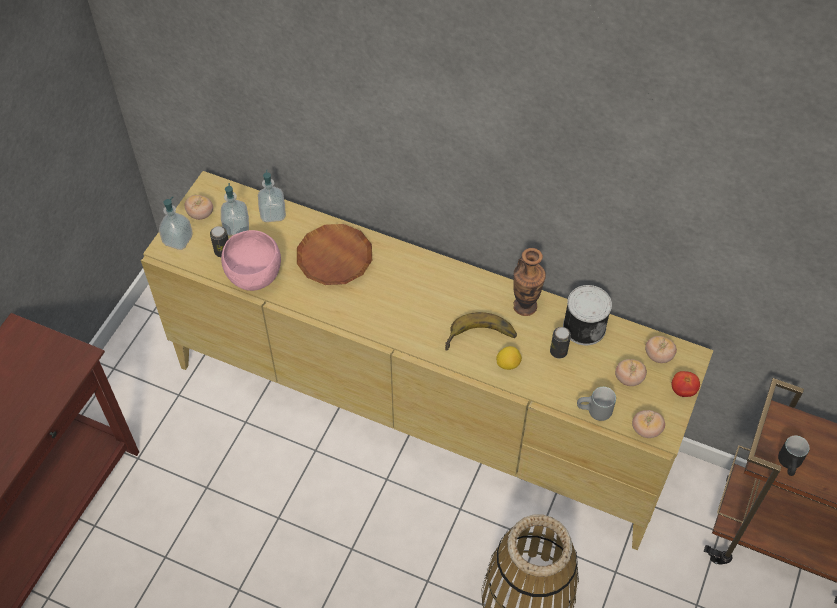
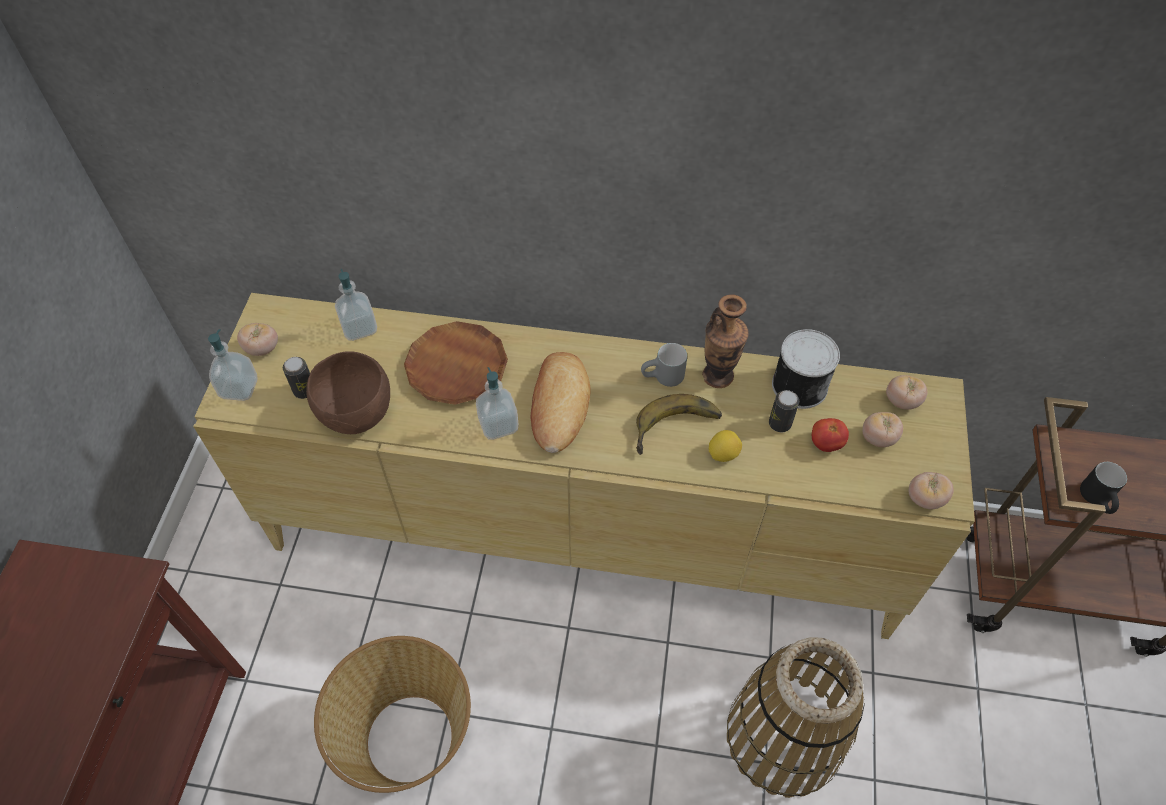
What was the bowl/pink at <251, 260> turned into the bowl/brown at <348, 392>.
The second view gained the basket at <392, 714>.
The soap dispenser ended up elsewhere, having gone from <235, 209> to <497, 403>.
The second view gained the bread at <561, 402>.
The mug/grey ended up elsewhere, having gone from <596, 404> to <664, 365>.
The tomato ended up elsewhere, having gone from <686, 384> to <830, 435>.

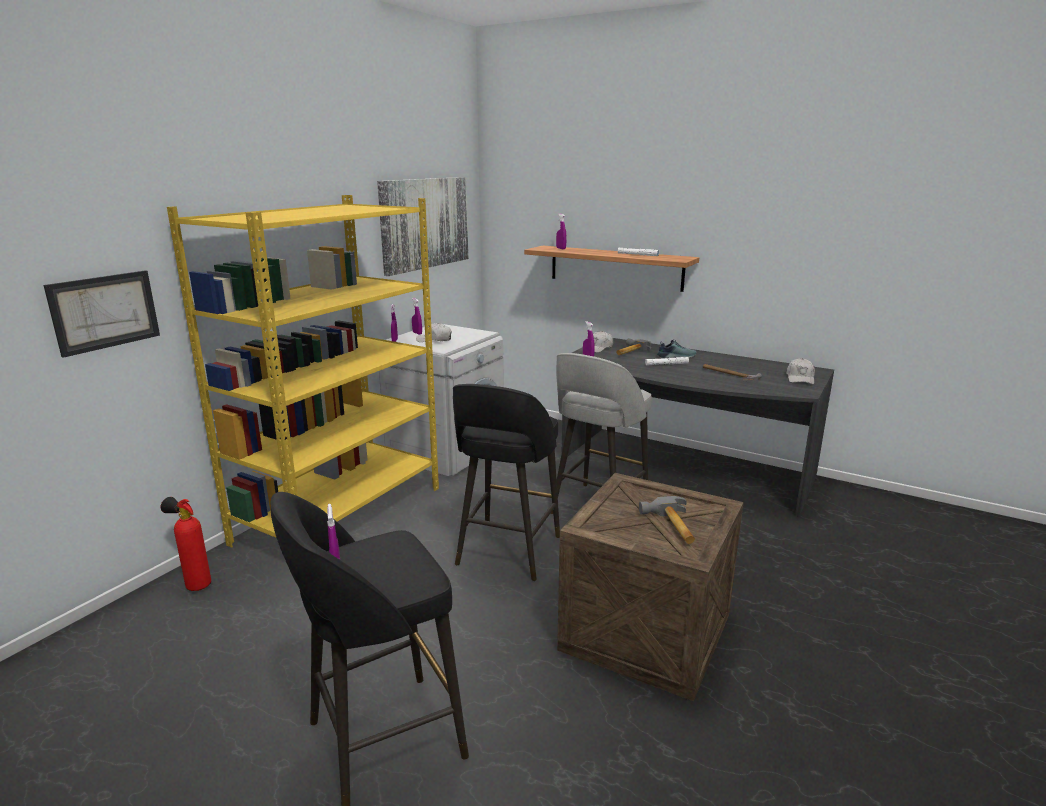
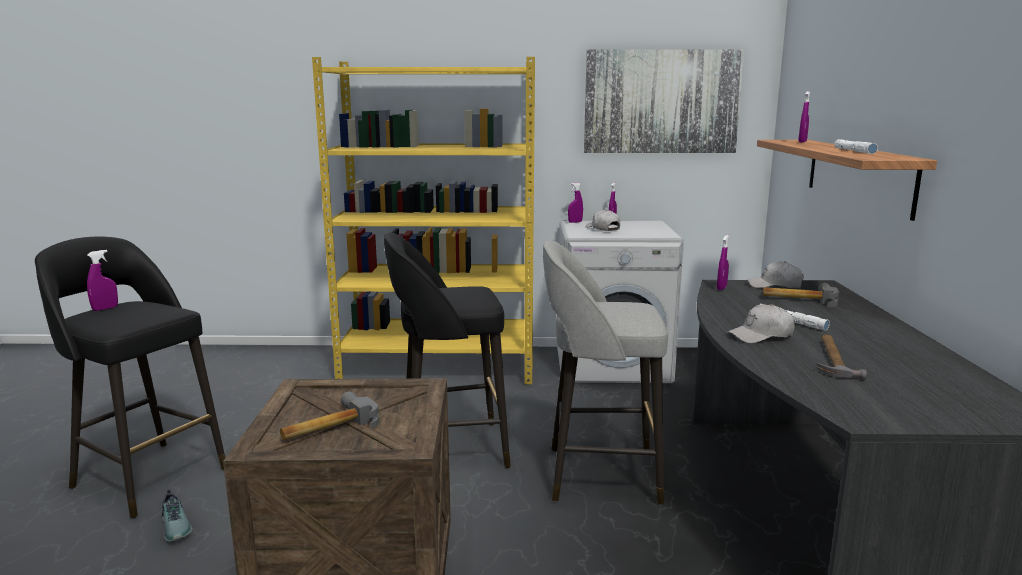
The shoe ended up elsewhere, having gone from <676, 348> to <177, 515>.
The cap/white ended up elsewhere, having gone from <800, 371> to <761, 323>.
The second view lost the picture at <102, 314>.
The second view lost the fire extinguisher at <186, 544>.

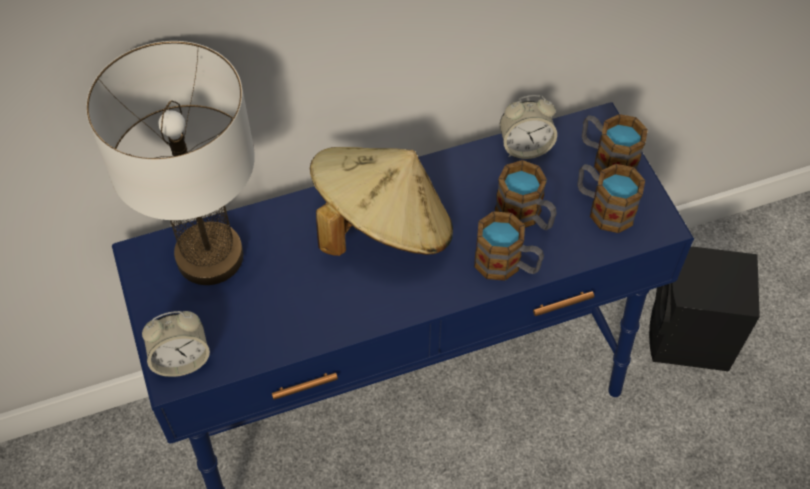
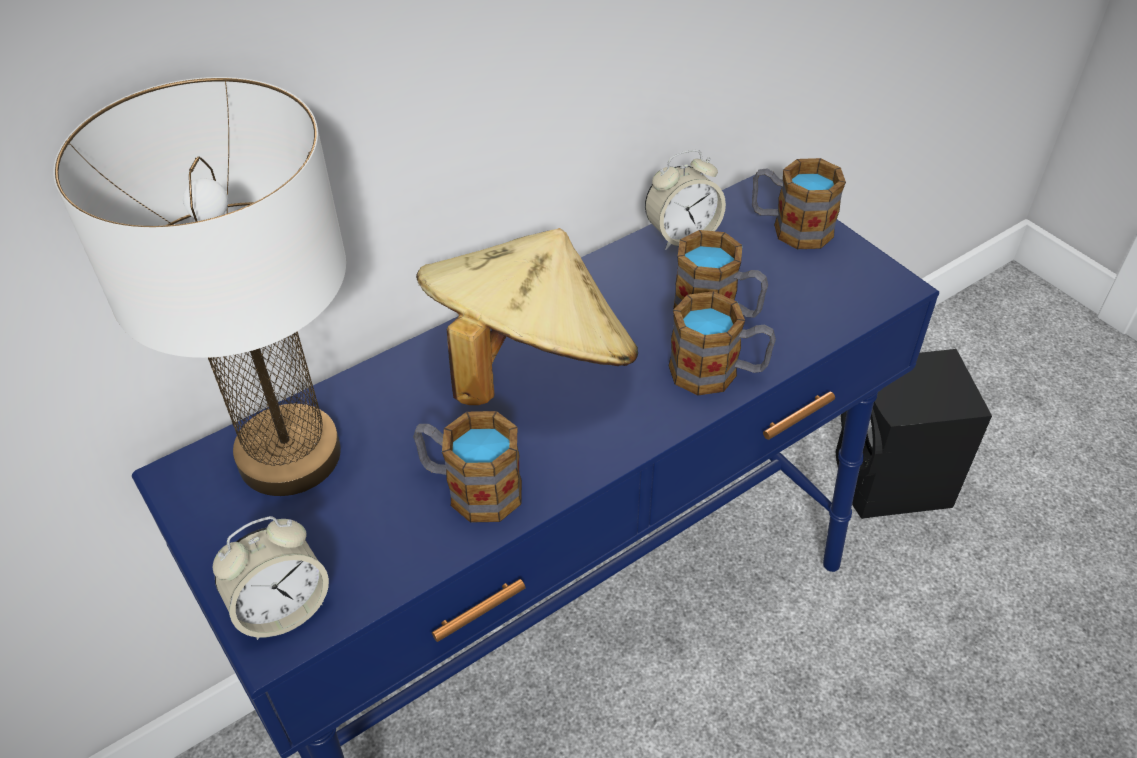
The mug ended up elsewhere, having gone from <611, 198> to <467, 467>.

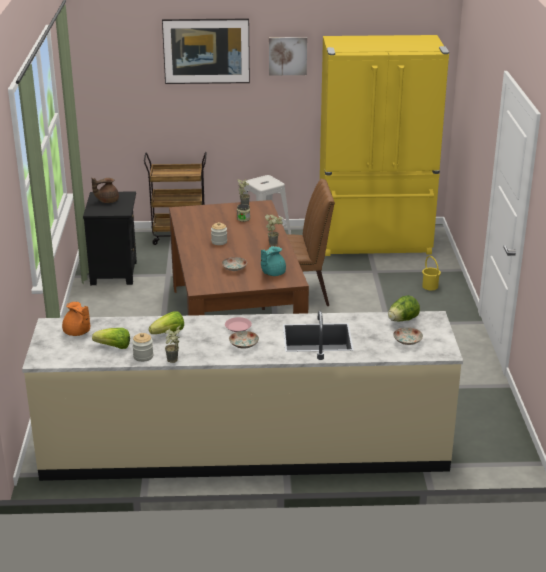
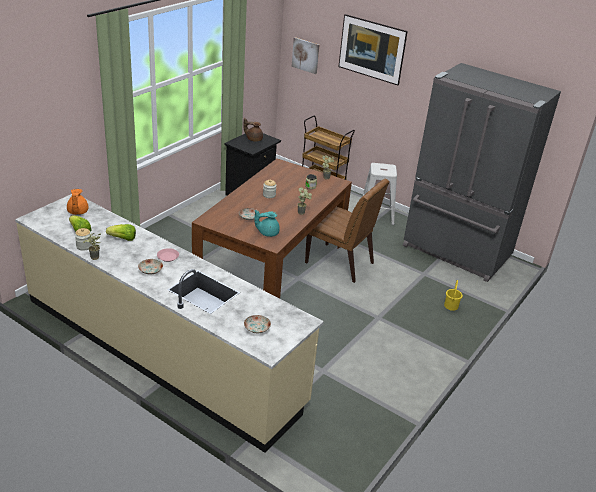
The picture ended up elsewhere, having gone from <288, 56> to <305, 55>.
What was the fridge/yellow at <384, 145> turned into the fridge/grey at <482, 172>.
The second view lost the lettuce at <404, 308>.

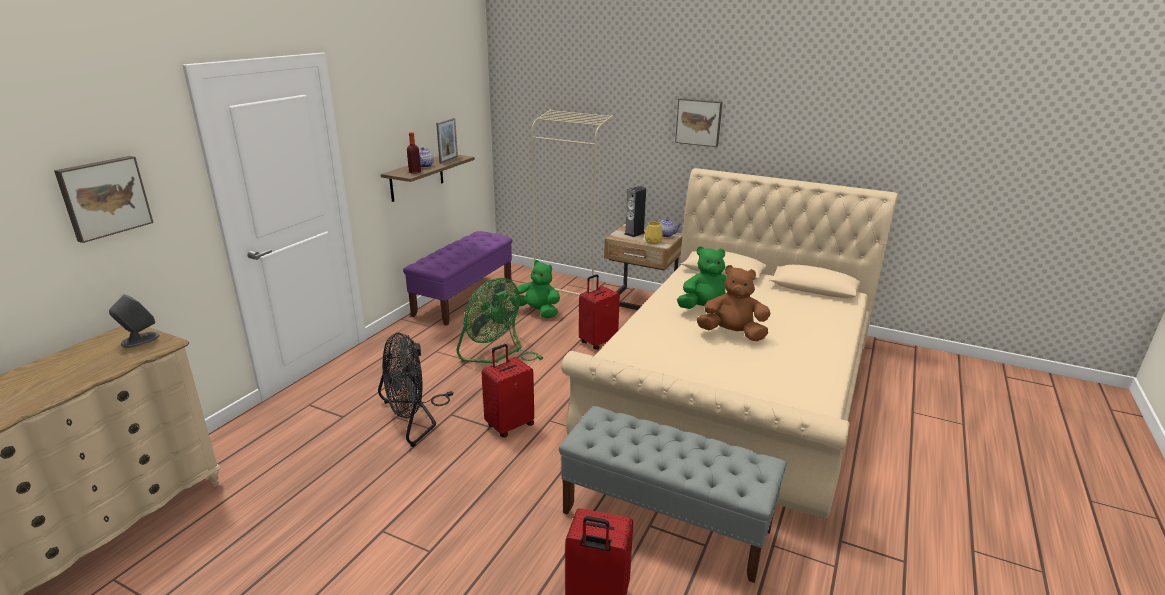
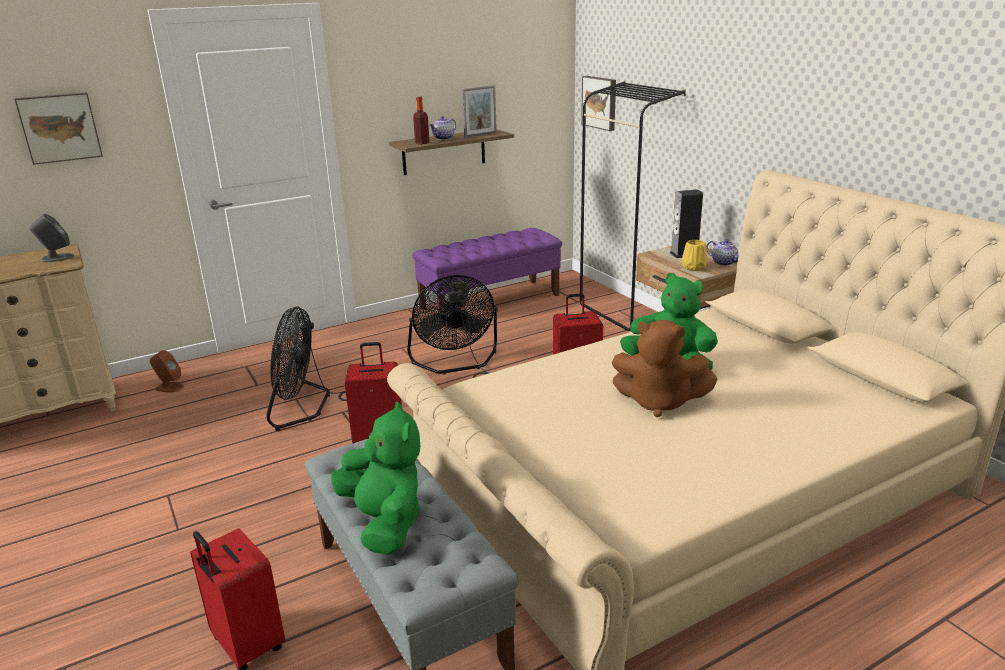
The second view gained the speaker/brown at <167, 371>.
The plush toy/green ended up elsewhere, having gone from <535, 289> to <375, 477>.
What was the fan/green at <499, 320> turned into the fan/black at <452, 326>.
What was the clothes rack/beige at <572, 202> turned into the clothes rack/black at <633, 206>.
The picture ended up elsewhere, having gone from <699, 122> to <598, 103>.
The plush toy/brown at <733, 303> ended up facing another way, 150 degrees clockwise from before.

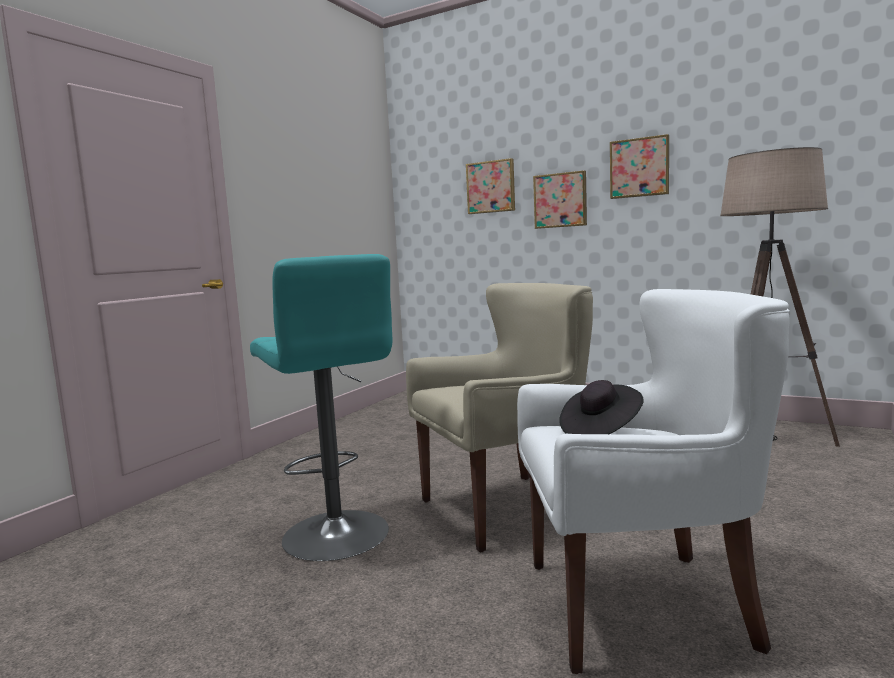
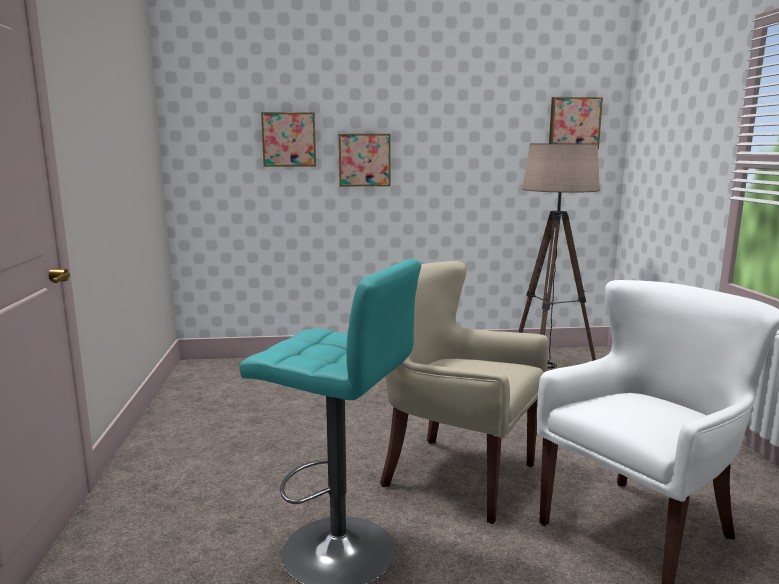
The armchair/beige at <499, 417> ended up facing another way, 90 degrees counterclockwise from before.
The picture ended up elsewhere, having gone from <639, 166> to <576, 123>.
The second view lost the hat/black at <601, 407>.

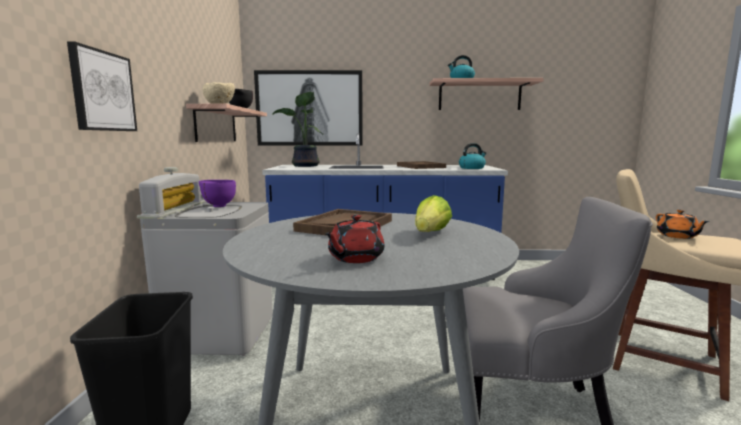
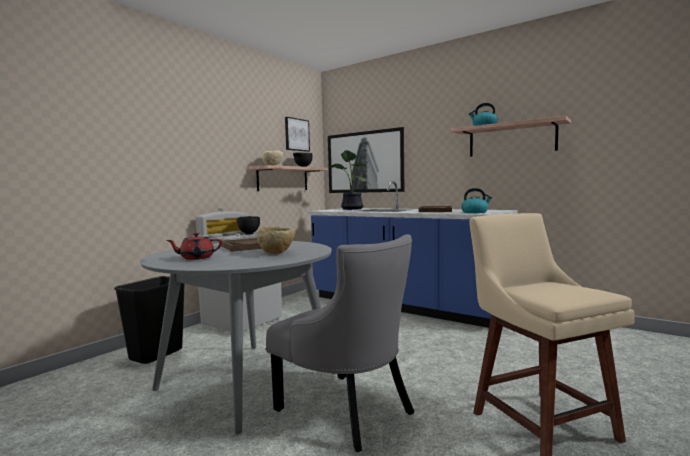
What was the bowl/purple at <217, 193> turned into the bowl/black at <248, 225>.
Where the lettuce stood at <433, 213>, the bowl/beige came to stand at <276, 240>.
The picture ended up elsewhere, having gone from <102, 86> to <297, 134>.
The second view lost the teapot/orange at <683, 224>.

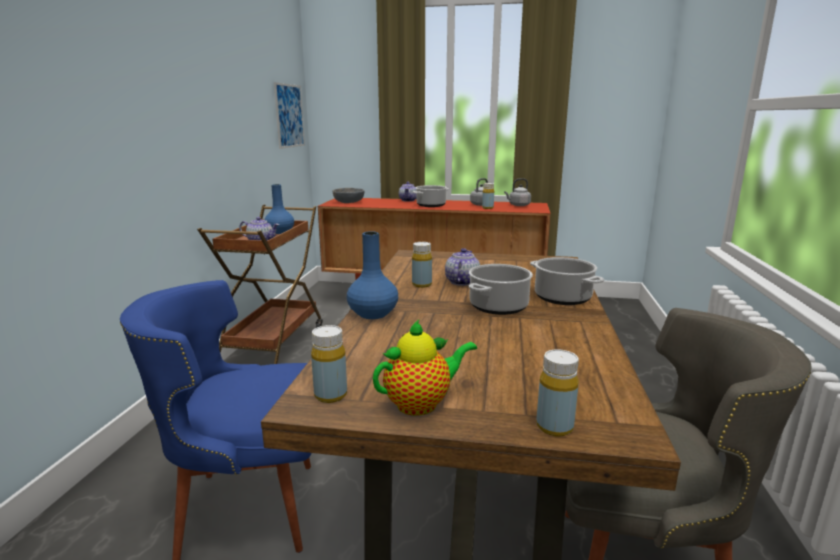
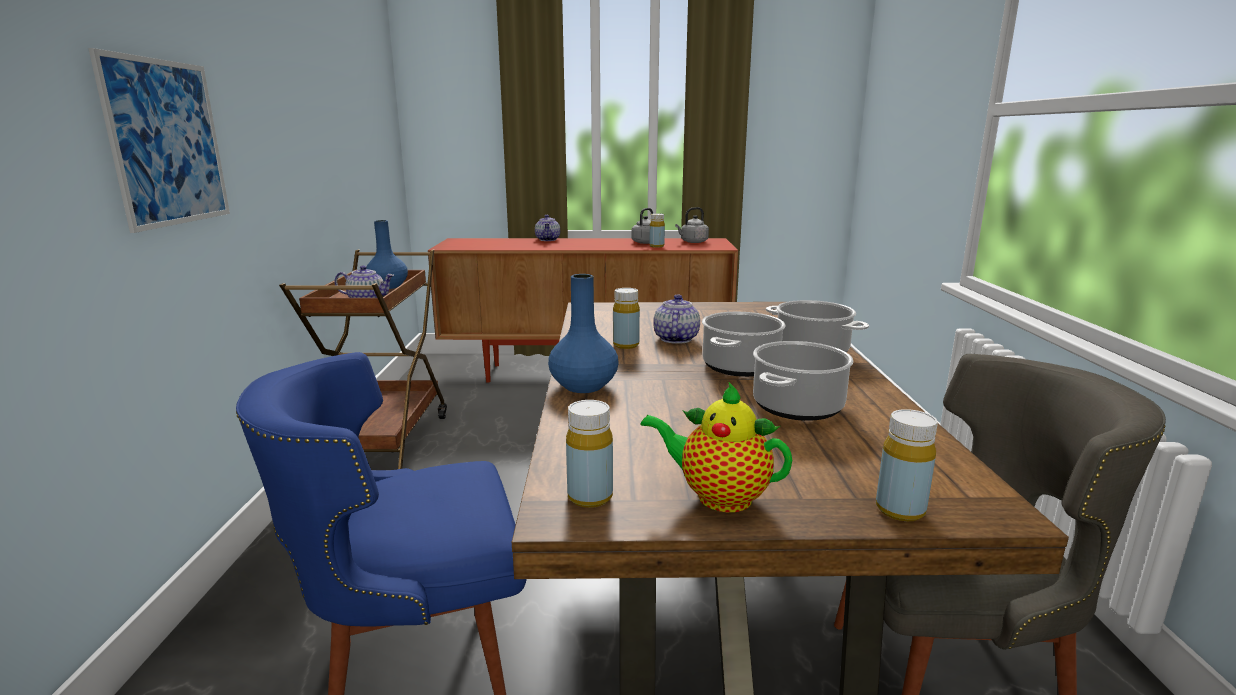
The picture ended up elsewhere, having gone from <289, 115> to <159, 140>.
The teapot at <425, 368> ended up facing another way, 120 degrees counterclockwise from before.
The cooking pot ended up elsewhere, having gone from <431, 196> to <803, 381>.
The second view lost the bowl/grey at <348, 195>.

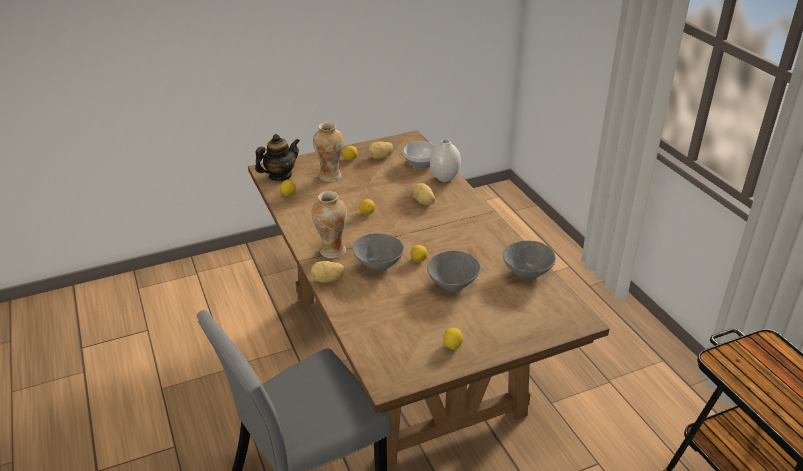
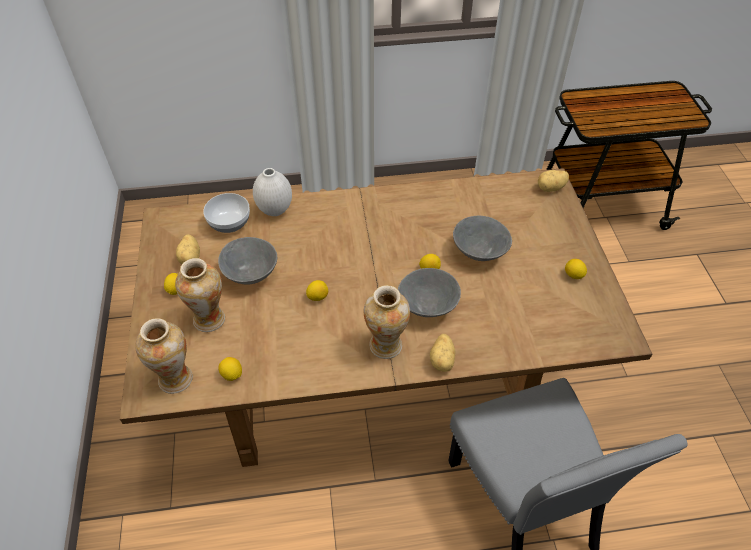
Where the teapot stood at <277, 157>, the vase came to stand at <164, 356>.
The bowl/grey ended up elsewhere, having gone from <529, 260> to <247, 261>.
The potato ended up elsewhere, having gone from <423, 194> to <553, 181>.

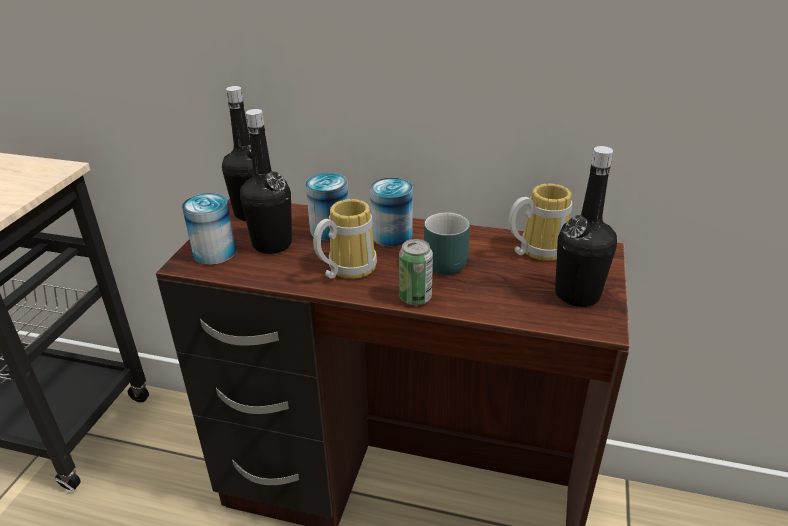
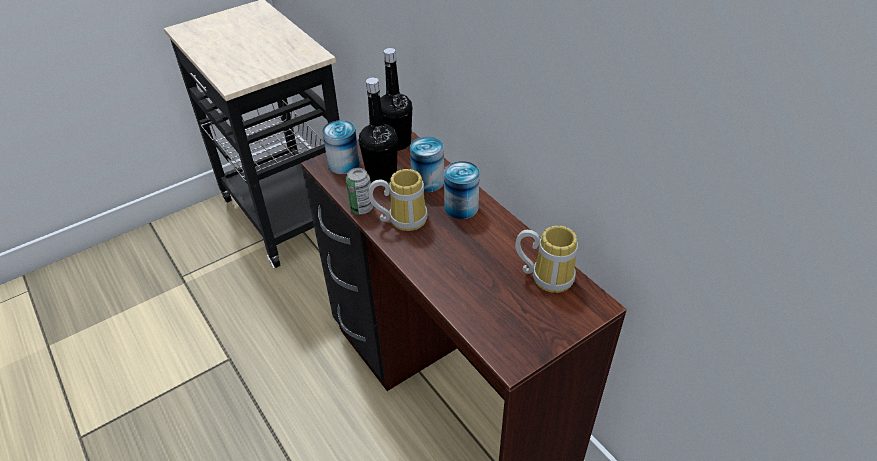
The can ended up elsewhere, having gone from <416, 272> to <359, 191>.
The second view lost the mug/turquoise at <447, 243>.
The second view lost the bottle/black at <586, 226>.

